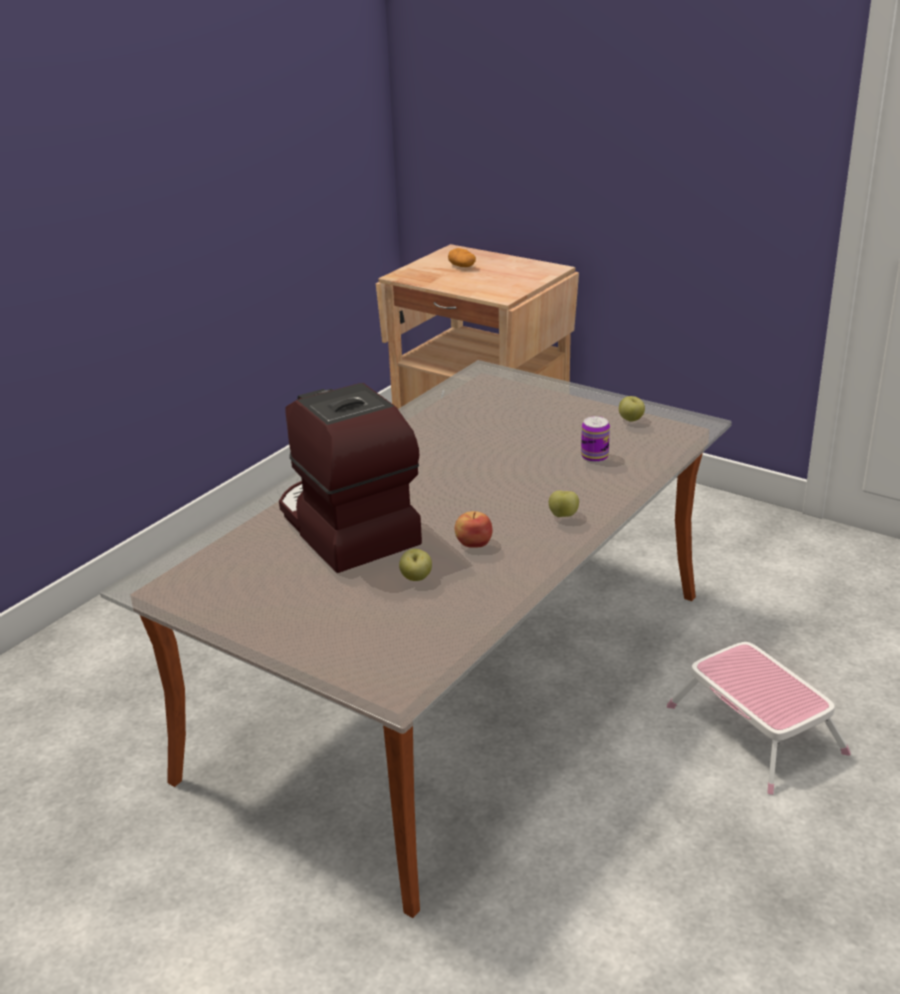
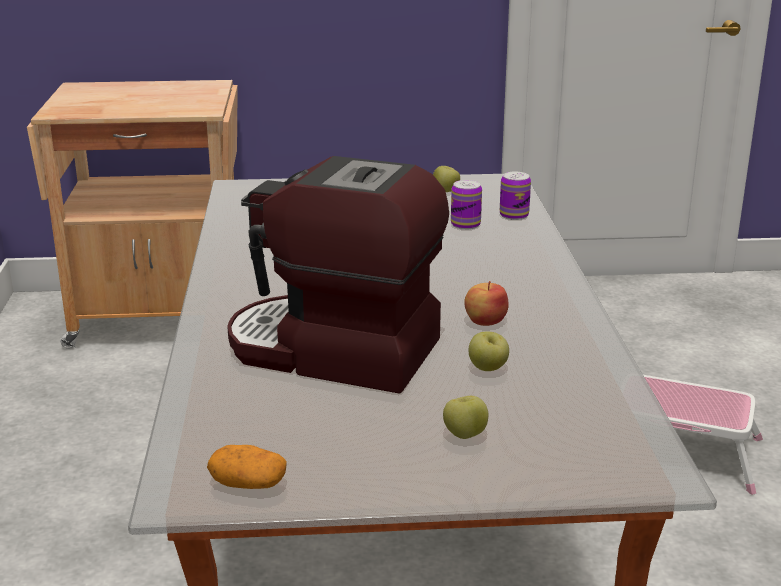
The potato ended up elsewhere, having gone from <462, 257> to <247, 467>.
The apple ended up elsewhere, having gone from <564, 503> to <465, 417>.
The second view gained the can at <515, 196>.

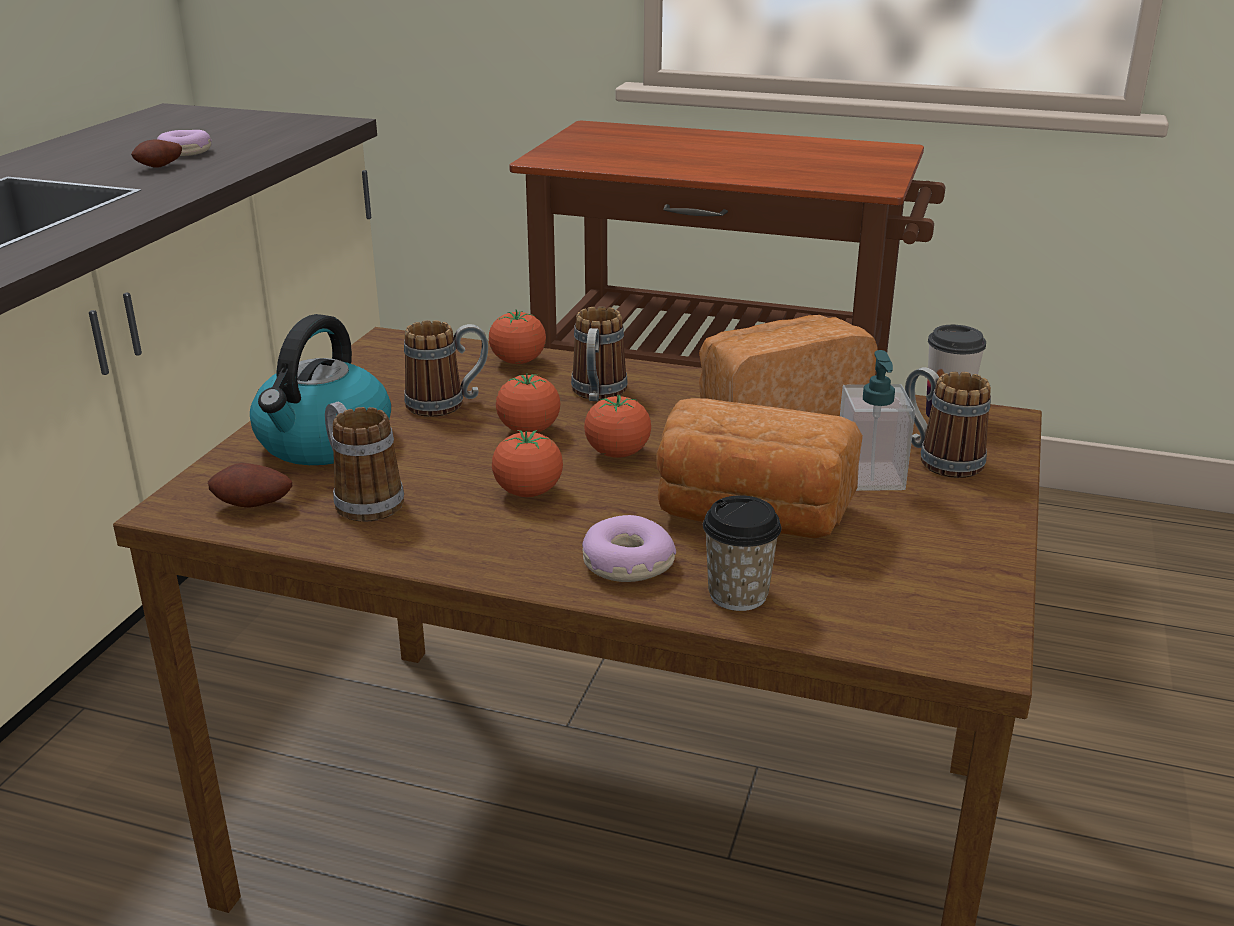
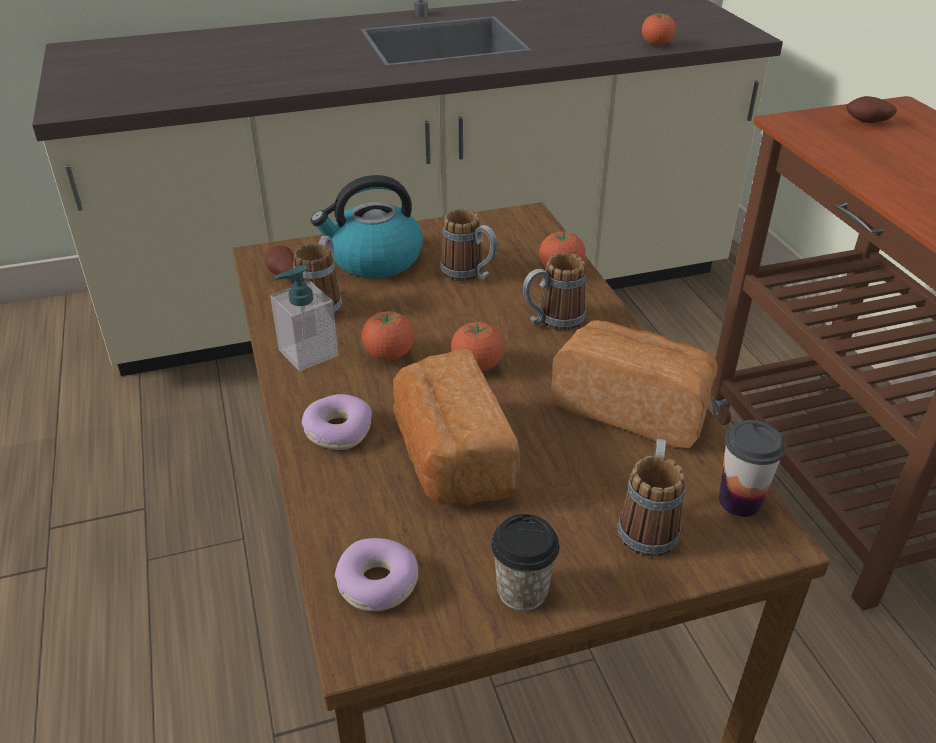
The soap dispenser ended up elsewhere, having gone from <878, 420> to <304, 318>.
The donut ended up elsewhere, having gone from <184, 143> to <376, 574>.
The cup ended up elsewhere, having gone from <742, 553> to <525, 562>.
The tomato ended up elsewhere, having gone from <528, 403> to <659, 29>.
The potato ended up elsewhere, having gone from <156, 153> to <871, 109>.

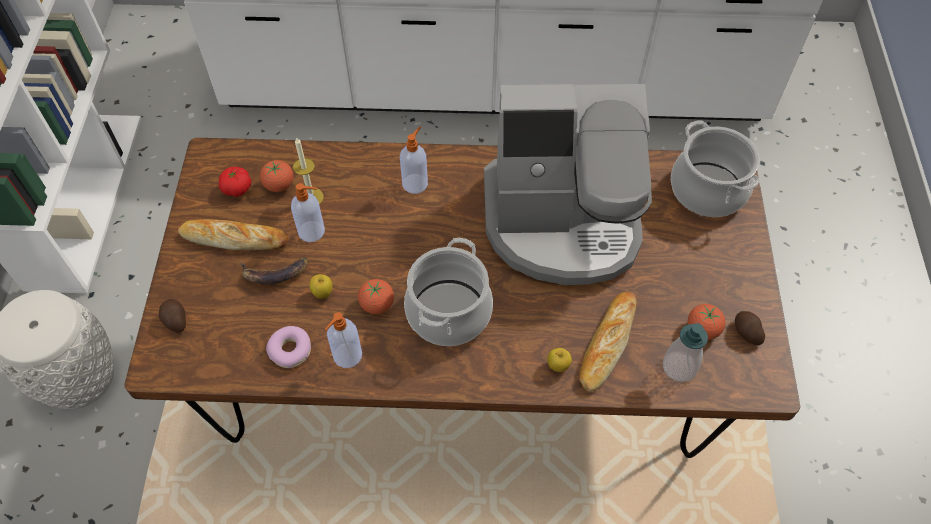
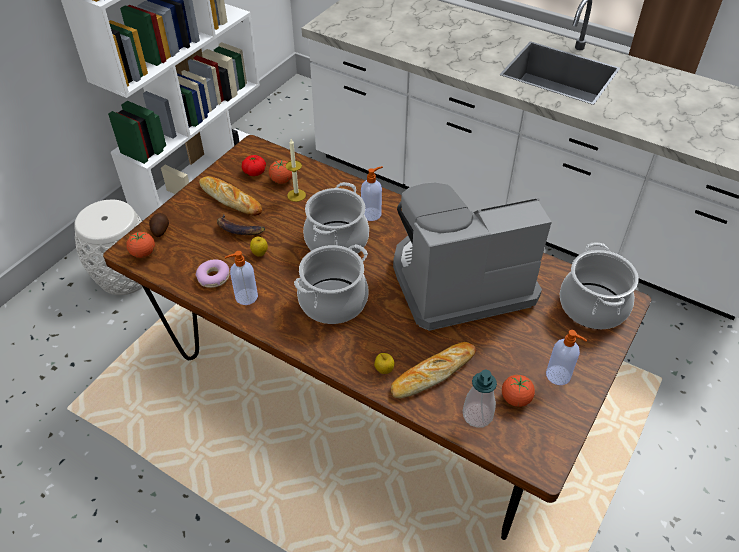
The tomato ended up elsewhere, having gone from <376, 296> to <140, 244>.
The second view gained the cooking pot at <336, 218>.
The coffee machine at <568, 184> ended up facing another way, 135 degrees clockwise from before.
The soap dispenser ended up elsewhere, having gone from <308, 212> to <566, 357>.
The second view lost the potato at <750, 328>.

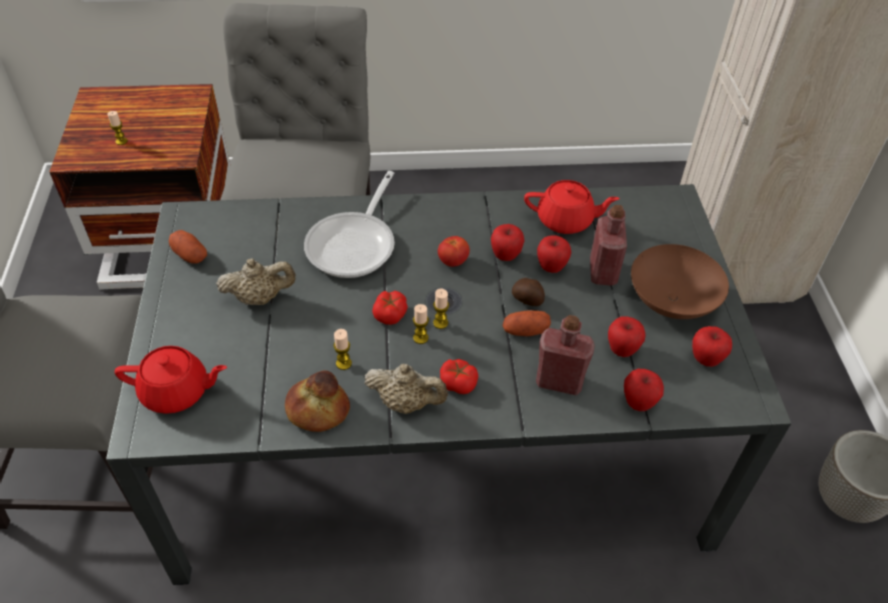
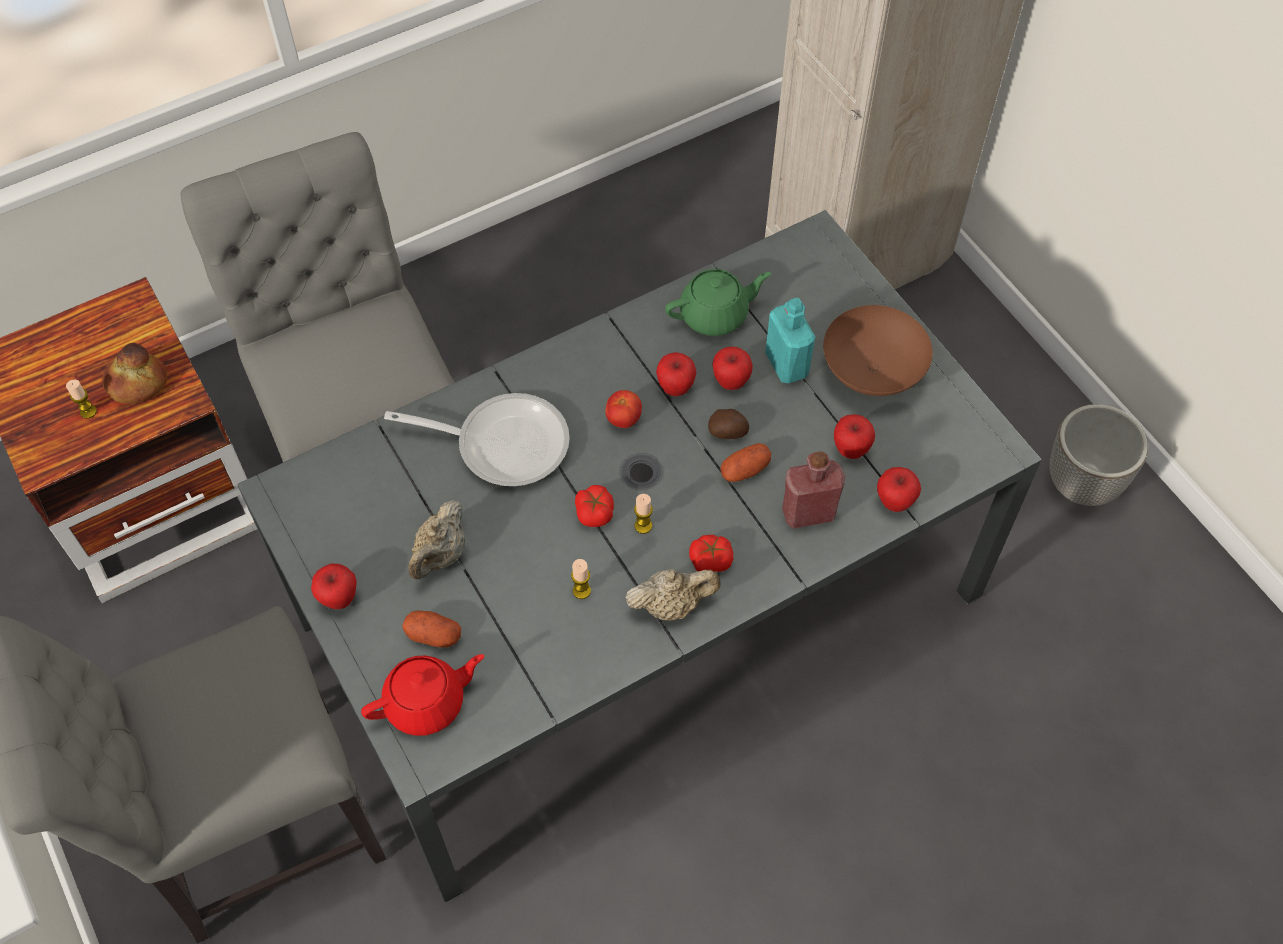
The bread ended up elsewhere, having gone from <317, 401> to <135, 373>.
The apple ended up elsewhere, having gone from <712, 346> to <334, 586>.
The frying pan at <349, 224> ended up facing another way, 75 degrees counterclockwise from before.
The potato ended up elsewhere, having gone from <188, 247> to <431, 628>.
The teapot/beige at <256, 281> ended up facing another way, 150 degrees clockwise from before.
What was the teapot/red at <572, 207> turned into the teapot/green at <718, 302>.
What was the bottle/red at <608, 245> turned into the bottle/turquoise at <790, 340>.
The second view lost the candle at <441, 309>.

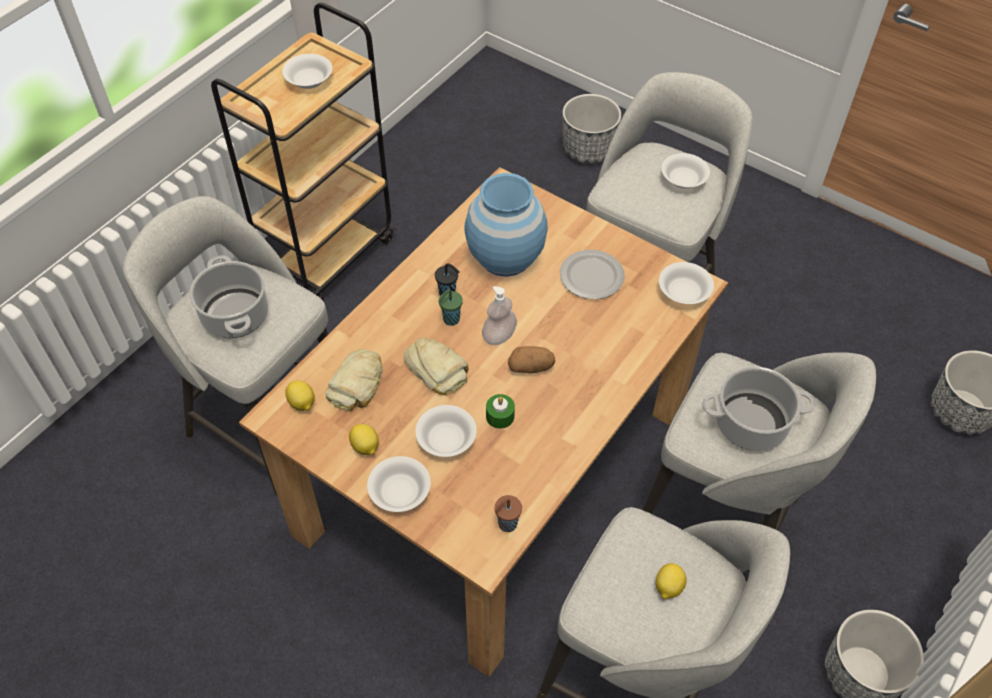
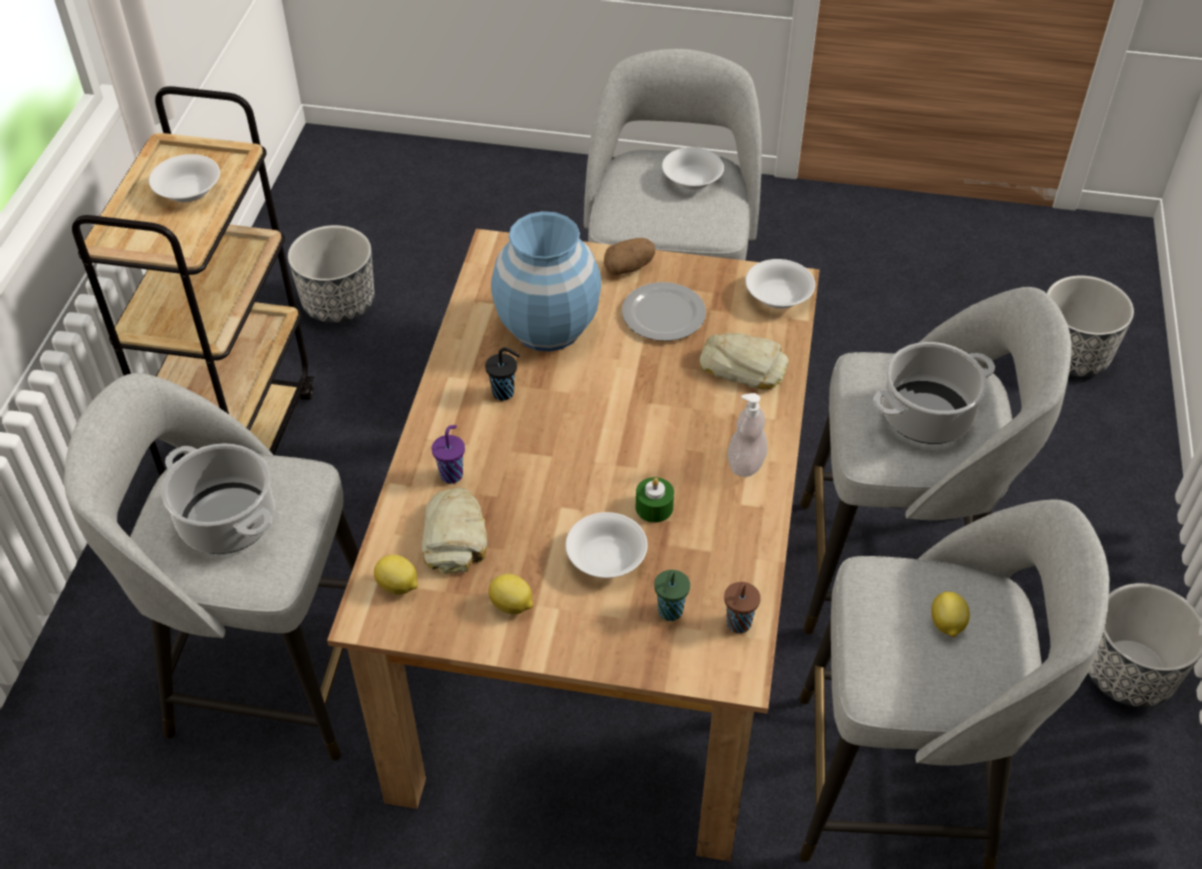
The planter ended up elsewhere, having gone from <592, 129> to <331, 274>.
The second view gained the cup/purple at <448, 454>.
The potato ended up elsewhere, having gone from <531, 360> to <629, 256>.
The cup/green ended up elsewhere, having gone from <451, 307> to <672, 595>.
The bread ended up elsewhere, having gone from <436, 366> to <744, 361>.
The soap dispenser ended up elsewhere, having gone from <499, 315> to <748, 435>.
The second view lost the bowl/white at <399, 484>.

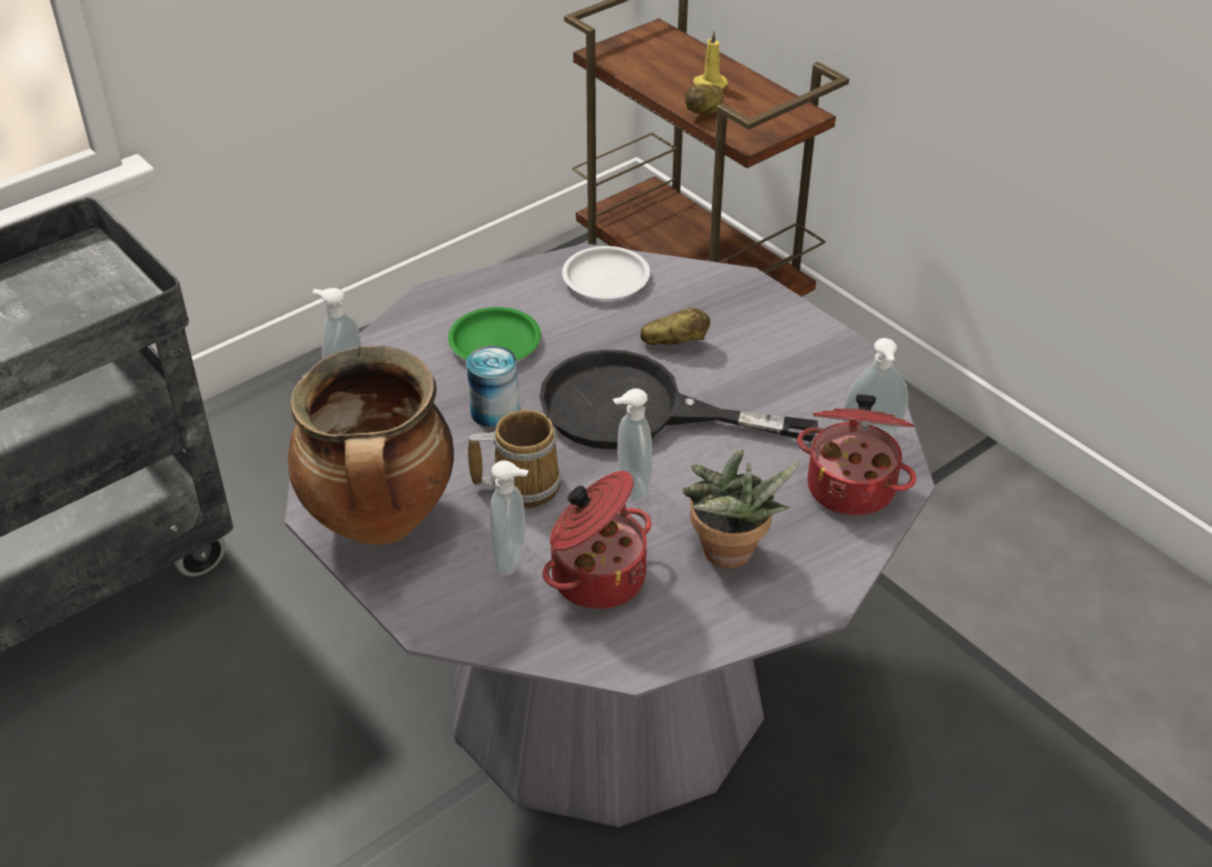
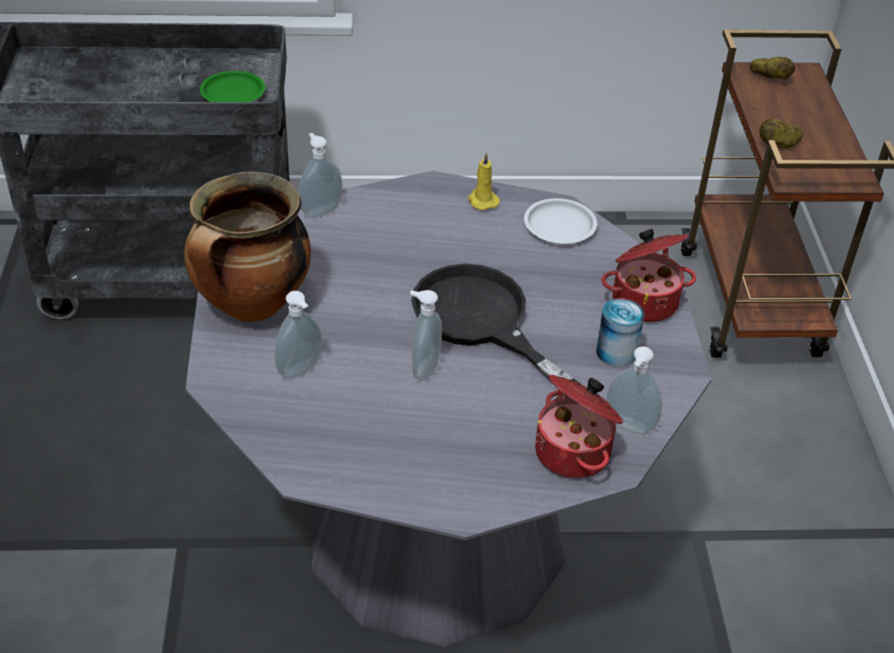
The plate/green ended up elsewhere, having gone from <494, 334> to <232, 86>.
The candle/yellow ended up elsewhere, having gone from <710, 59> to <484, 181>.
The can ended up elsewhere, having gone from <492, 387> to <620, 332>.
The cooking pot ended up elsewhere, having gone from <597, 540> to <648, 275>.
The potato ended up elsewhere, having gone from <675, 326> to <772, 68>.
The second view lost the mug at <514, 459>.
The second view lost the potted plant at <741, 509>.

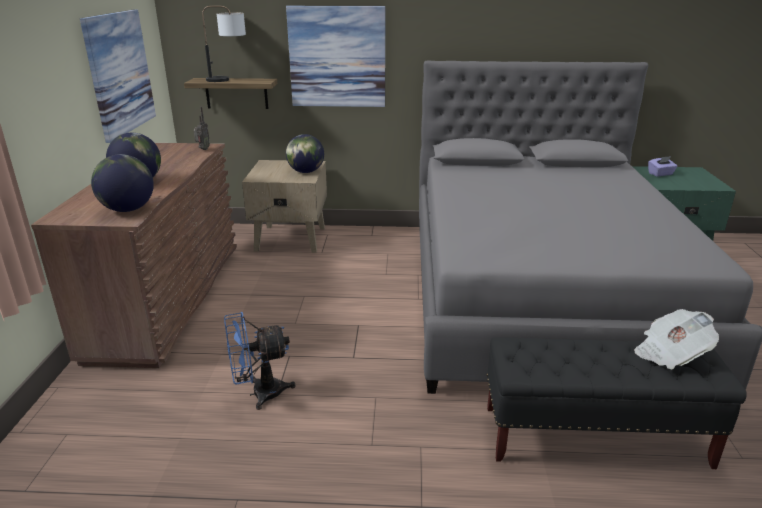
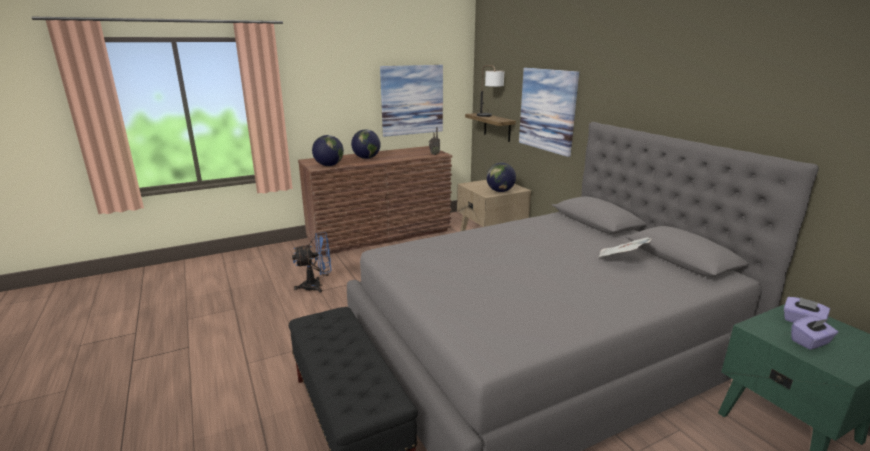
The fan/blue at <260, 361> ended up facing another way, 120 degrees clockwise from before.
The newspaper ended up elsewhere, having gone from <676, 339> to <625, 247>.
The second view gained the tissue box/purple at <814, 333>.

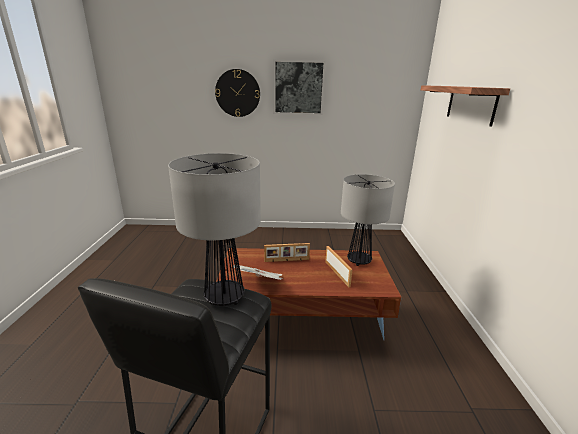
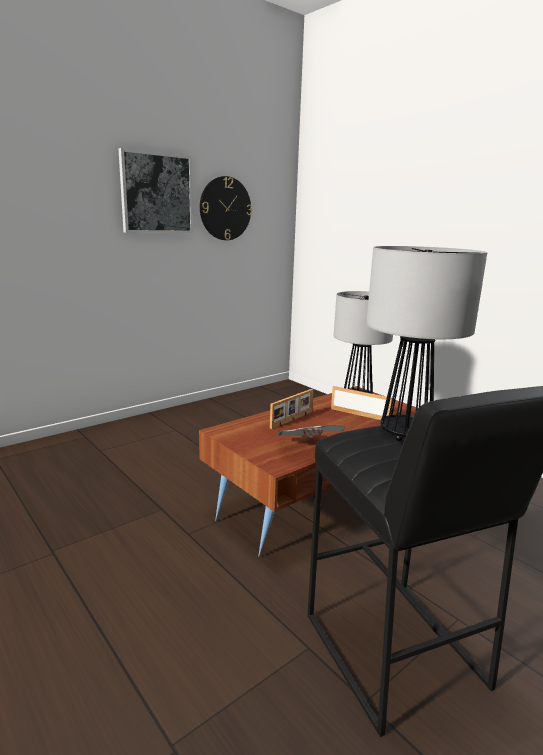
The wall clock ended up elsewhere, having gone from <237, 93> to <226, 208>.
The second view lost the shelf at <465, 106>.

